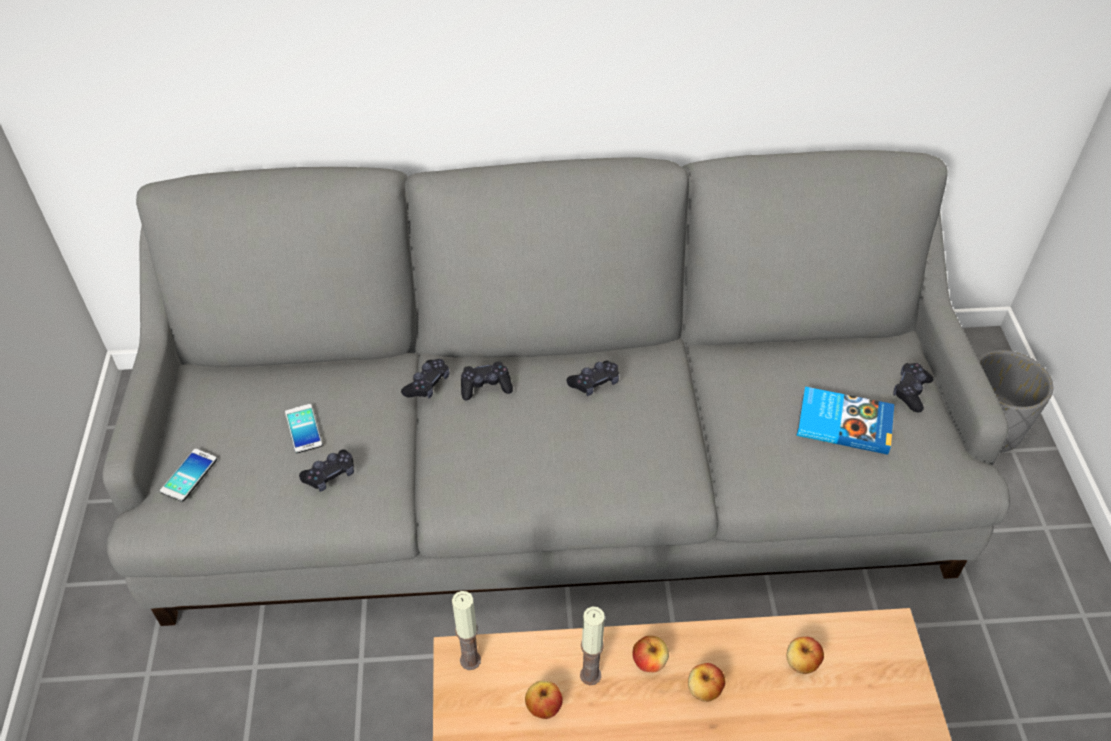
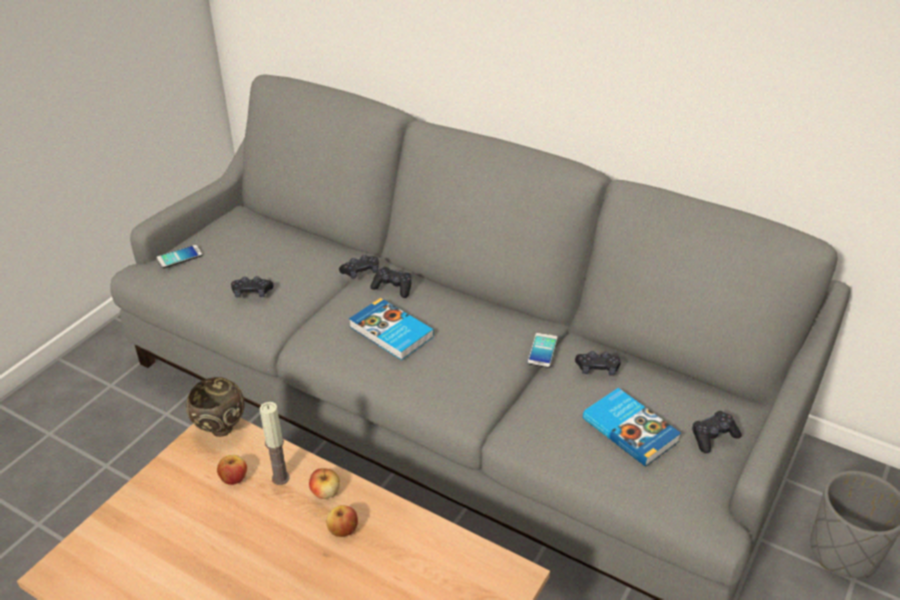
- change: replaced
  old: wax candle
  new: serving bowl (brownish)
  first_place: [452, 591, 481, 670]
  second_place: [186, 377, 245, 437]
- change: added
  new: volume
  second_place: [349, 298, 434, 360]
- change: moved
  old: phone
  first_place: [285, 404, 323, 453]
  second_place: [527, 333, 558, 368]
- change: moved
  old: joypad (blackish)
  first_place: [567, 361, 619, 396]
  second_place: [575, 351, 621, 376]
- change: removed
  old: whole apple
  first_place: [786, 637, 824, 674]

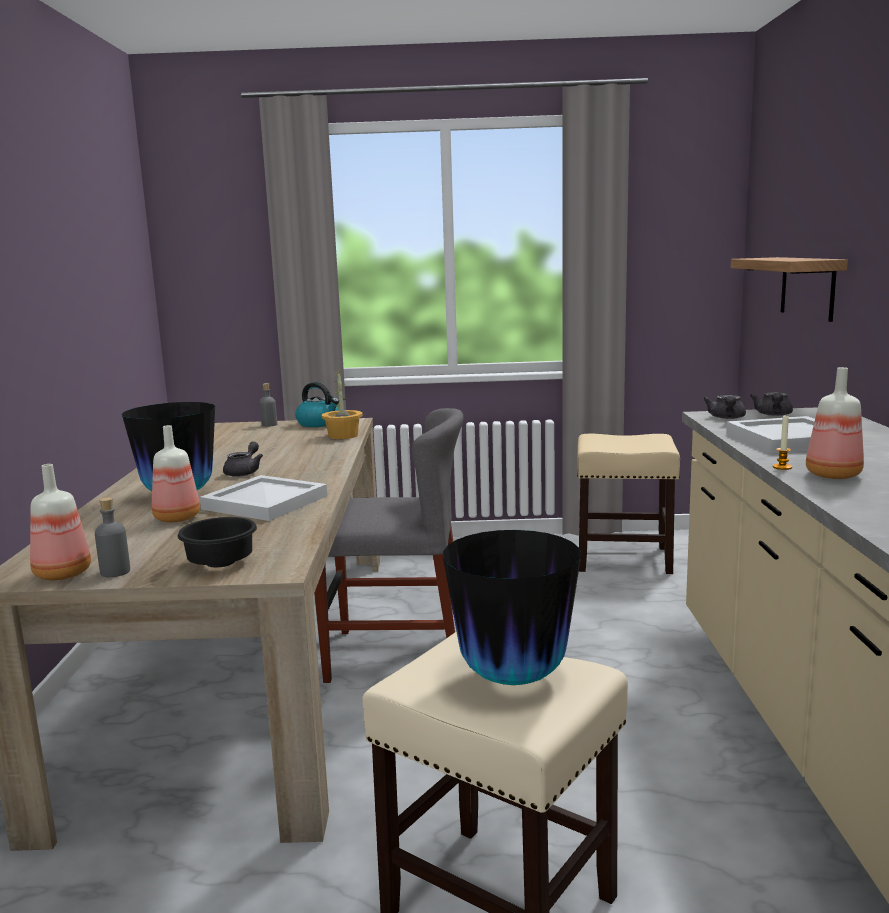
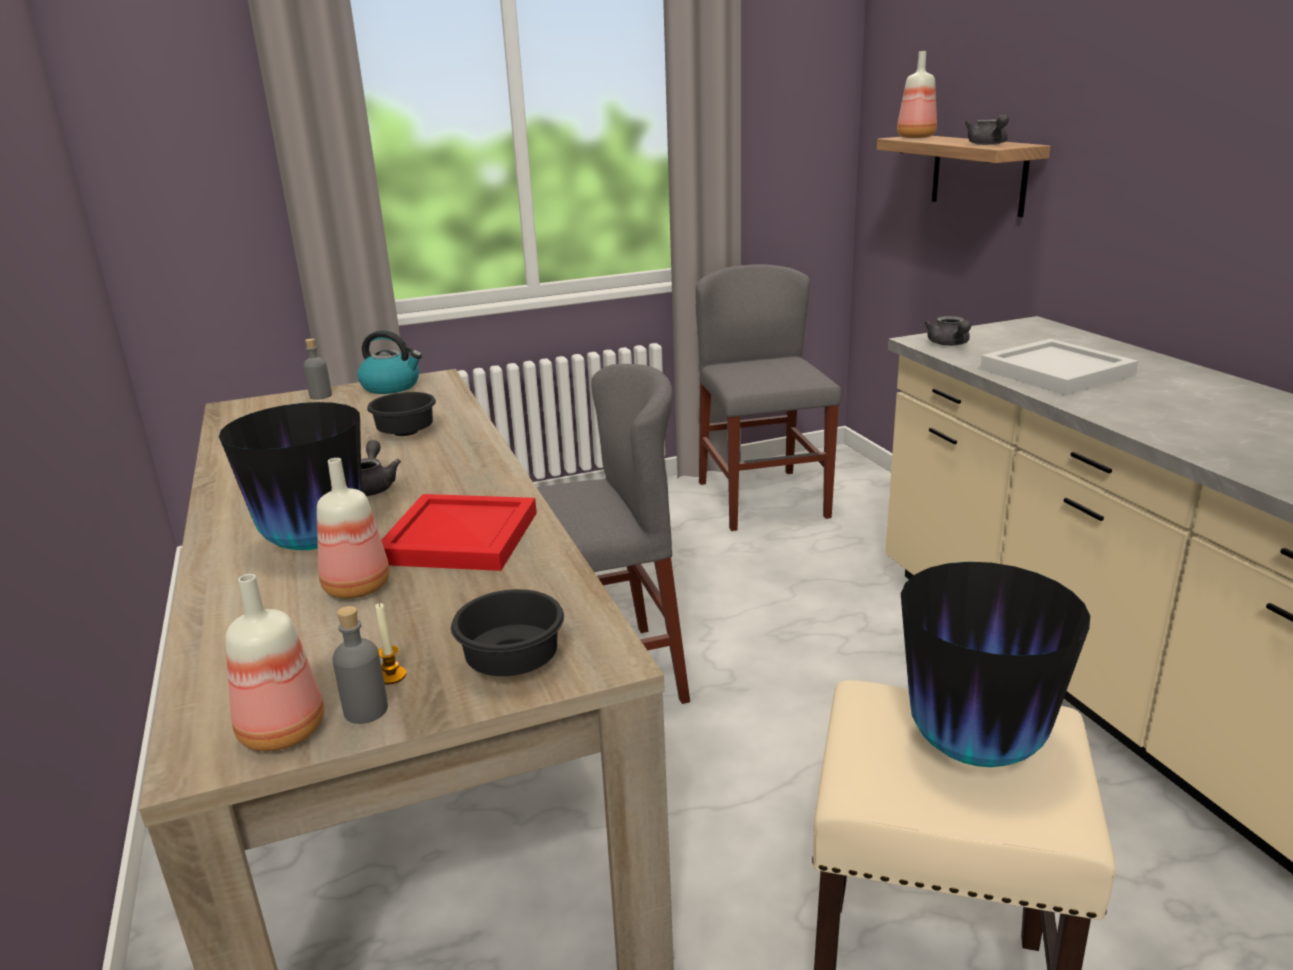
- change: added
  new: serving bowl (blackish)
  second_place: [367, 392, 436, 436]
- change: moved
  old: wax candle
  first_place: [773, 415, 792, 470]
  second_place: [375, 603, 406, 685]
- change: recoloured
  old: tray (white)
  new: tray (reddish)
  first_place: [200, 475, 328, 521]
  second_place: [381, 494, 537, 571]
- change: replaced
  old: stool (sand-coloured)
  new: plain chair (gray)
  first_place: [577, 434, 680, 574]
  second_place: [696, 264, 841, 531]
- change: moved
  old: drink bottle
  first_place: [806, 367, 864, 479]
  second_place: [897, 51, 937, 138]
- change: moved
  old: tea pot (gray)
  first_place: [750, 392, 793, 416]
  second_place: [965, 114, 1009, 145]
- change: removed
  old: potted plant
  first_place: [321, 369, 362, 439]

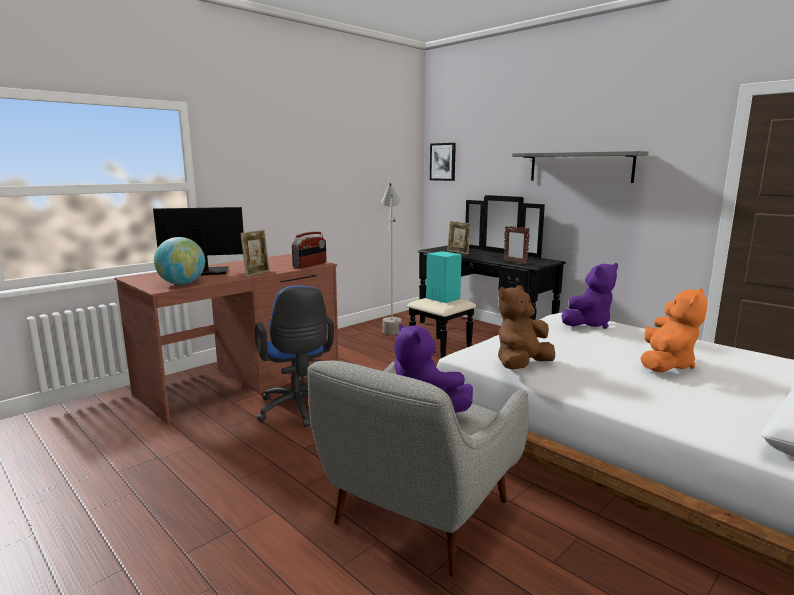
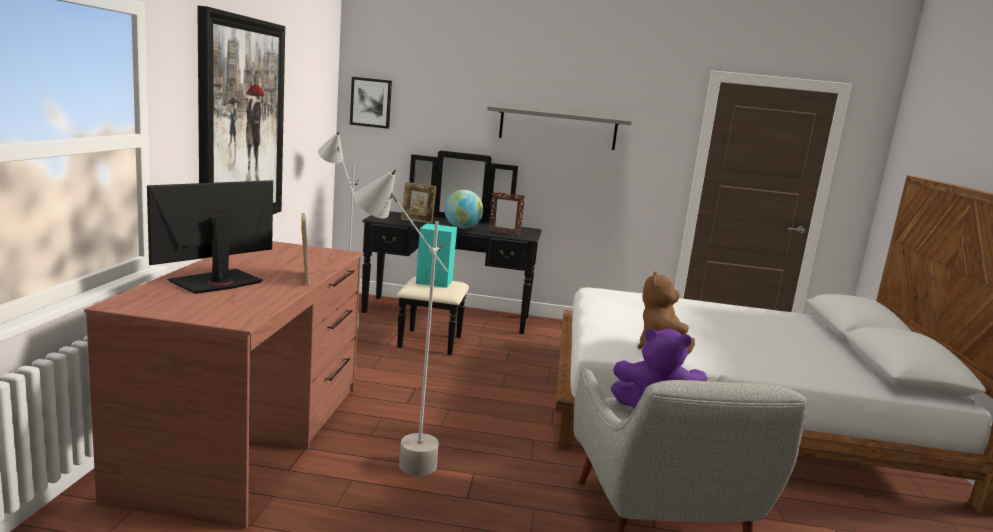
- change: added
  new: wall art
  second_place: [197, 6, 285, 214]
- change: replaced
  old: desk chair (blue-coloured)
  new: standard lamp (gray)
  first_place: [255, 285, 334, 427]
  second_place: [354, 169, 448, 476]
- change: moved
  old: world globe
  first_place: [154, 237, 205, 285]
  second_place: [444, 190, 483, 229]
- change: removed
  old: radio receiver
  first_place: [292, 232, 326, 269]
- change: removed
  old: plush toy (purple-coloured)
  first_place: [562, 263, 618, 329]
- change: removed
  old: plush toy (orange)
  first_place: [641, 288, 707, 373]

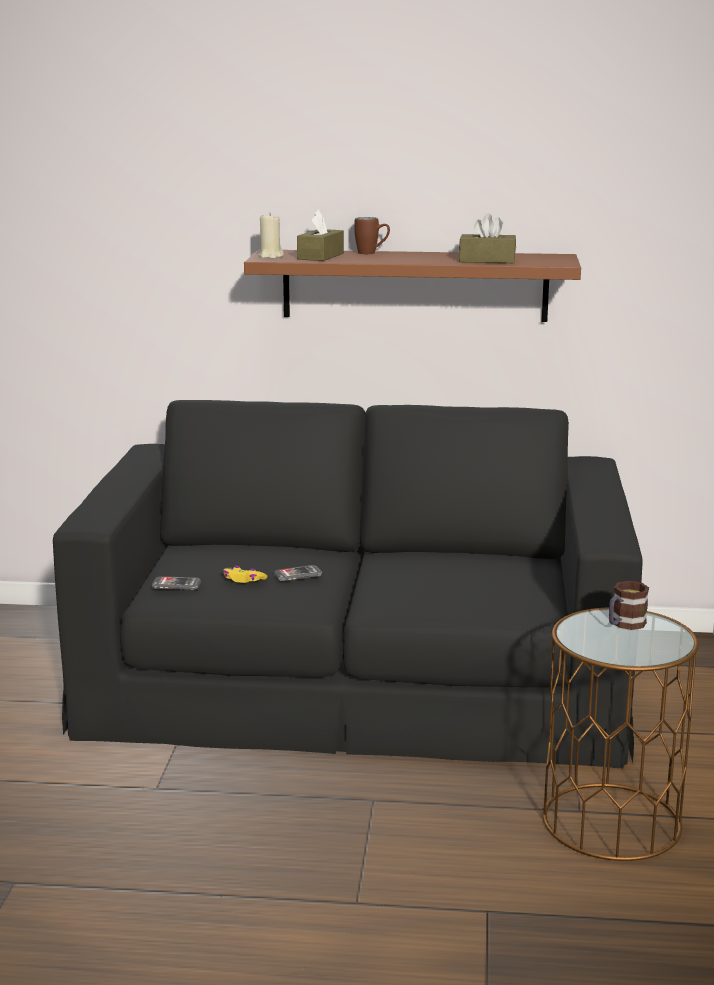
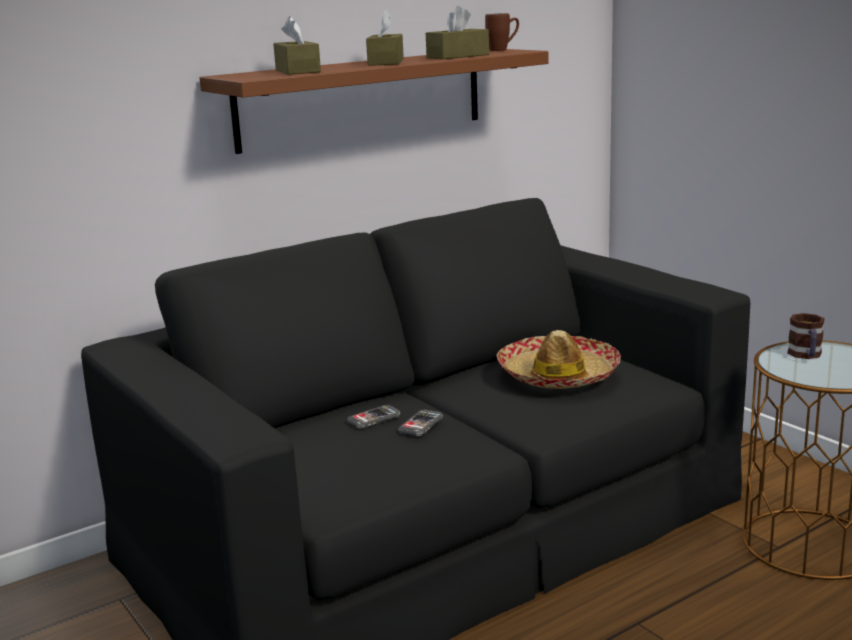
- change: moved
  old: phone
  first_place: [152, 576, 201, 590]
  second_place: [347, 405, 400, 429]
- change: added
  new: box of tissues (brownish)
  second_place: [366, 10, 404, 66]
- change: moved
  old: tea mug (brownish)
  first_place: [355, 217, 390, 254]
  second_place: [485, 13, 519, 51]
- change: added
  new: clothing hat
  second_place: [496, 330, 621, 389]
- change: removed
  old: joypad (yellow-coloured)
  first_place: [223, 566, 267, 583]
- change: removed
  old: wax candle (sand-coloured)
  first_place: [258, 213, 284, 259]

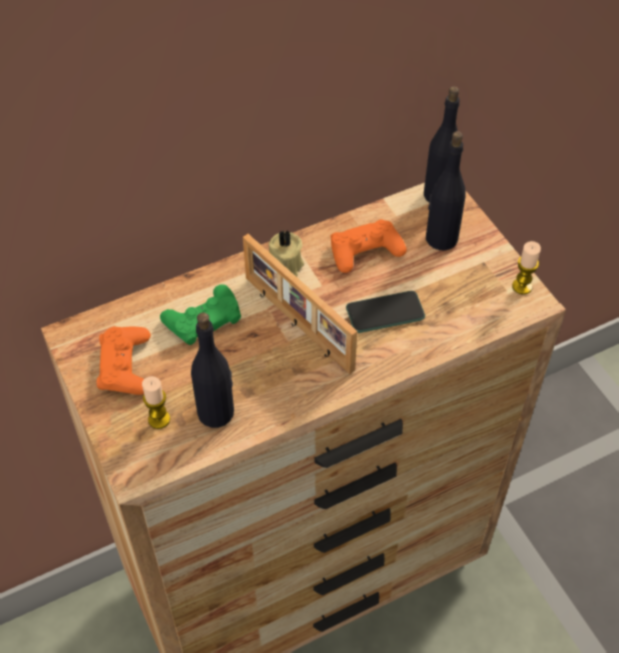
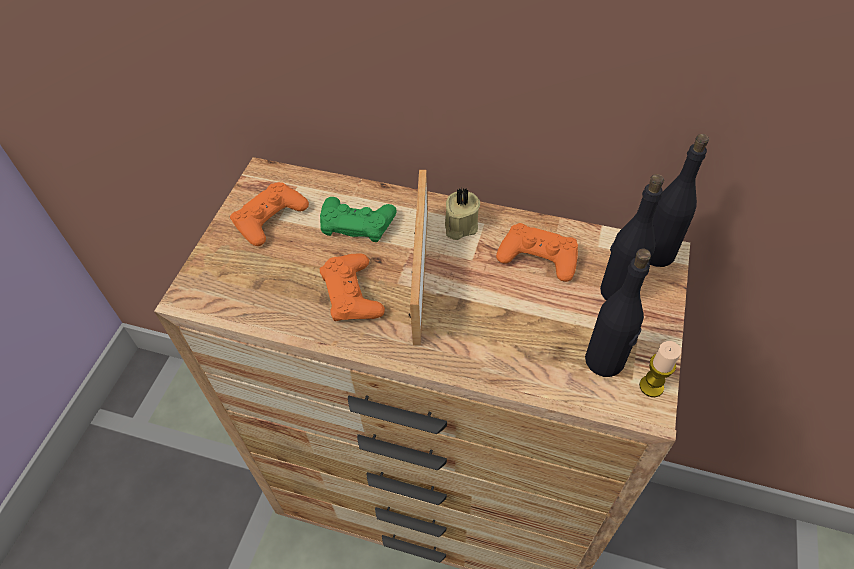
- change: added
  new: joypad (orange)
  second_place: [320, 253, 385, 321]
- change: moved
  old: drink bottle (blackish)
  first_place: [191, 312, 234, 428]
  second_place: [585, 249, 651, 377]
- change: removed
  old: wax candle
  first_place: [142, 376, 170, 429]
- change: removed
  old: phone
  first_place: [346, 291, 425, 333]

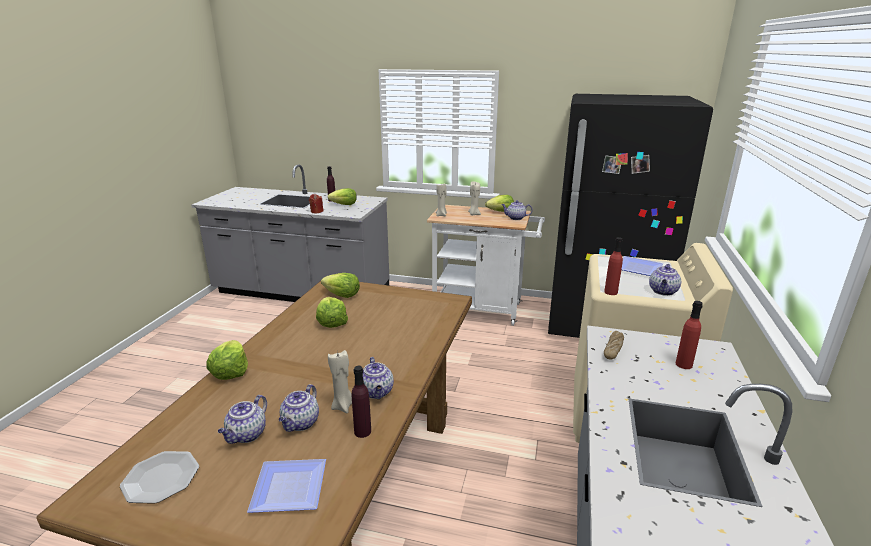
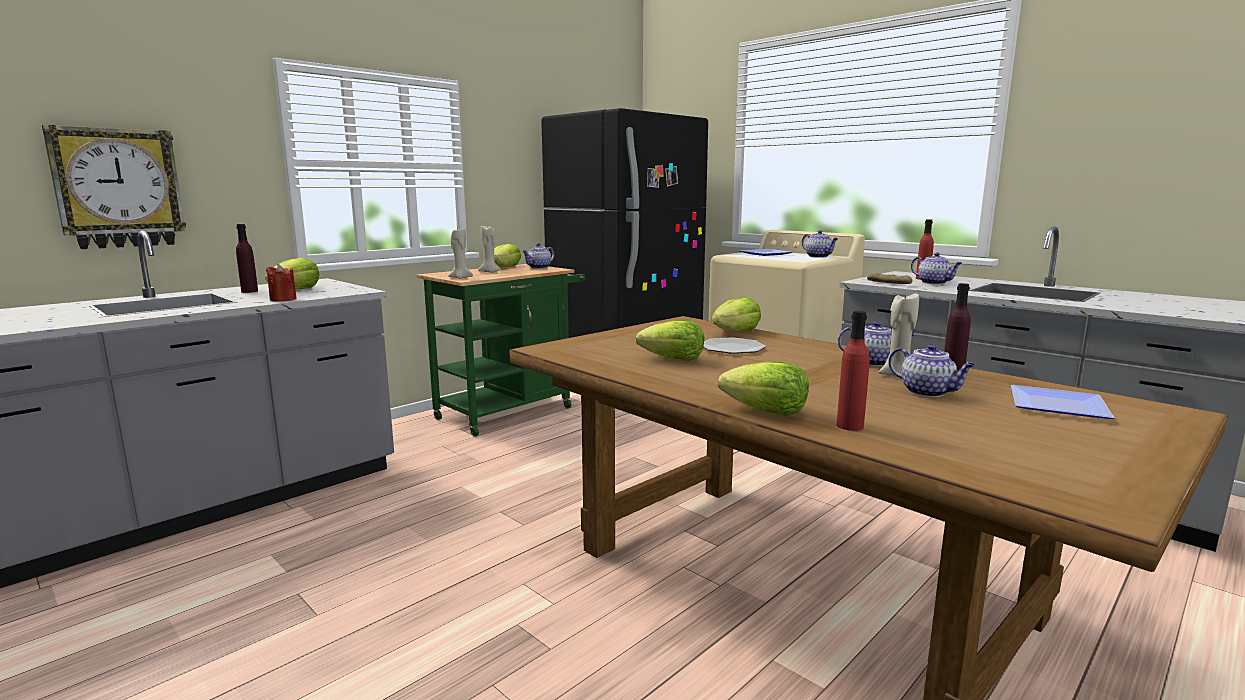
- change: added
  new: wall clock
  second_place: [42, 125, 186, 249]
- change: recoloured
  old: trolley (white)
  new: trolley (greenish)
  first_place: [427, 205, 545, 326]
  second_place: [417, 264, 585, 437]
- change: moved
  old: dinner plate
  first_place: [120, 451, 199, 504]
  second_place: [703, 338, 766, 354]
- change: moved
  old: lettuce
  first_place: [321, 273, 360, 298]
  second_place: [712, 297, 761, 331]
- change: moved
  old: drink bottle (reddish)
  first_place: [604, 237, 623, 295]
  second_place: [836, 311, 870, 431]
- change: moved
  old: tea pot
  first_place: [218, 395, 267, 444]
  second_place: [911, 252, 962, 284]

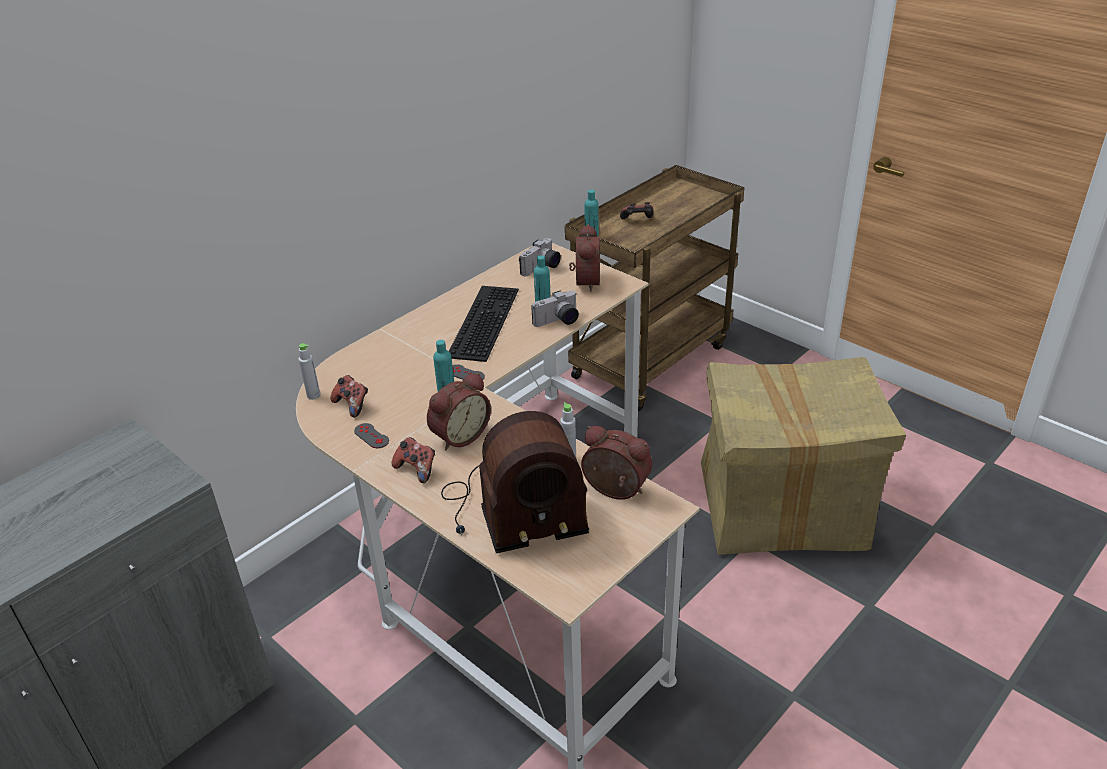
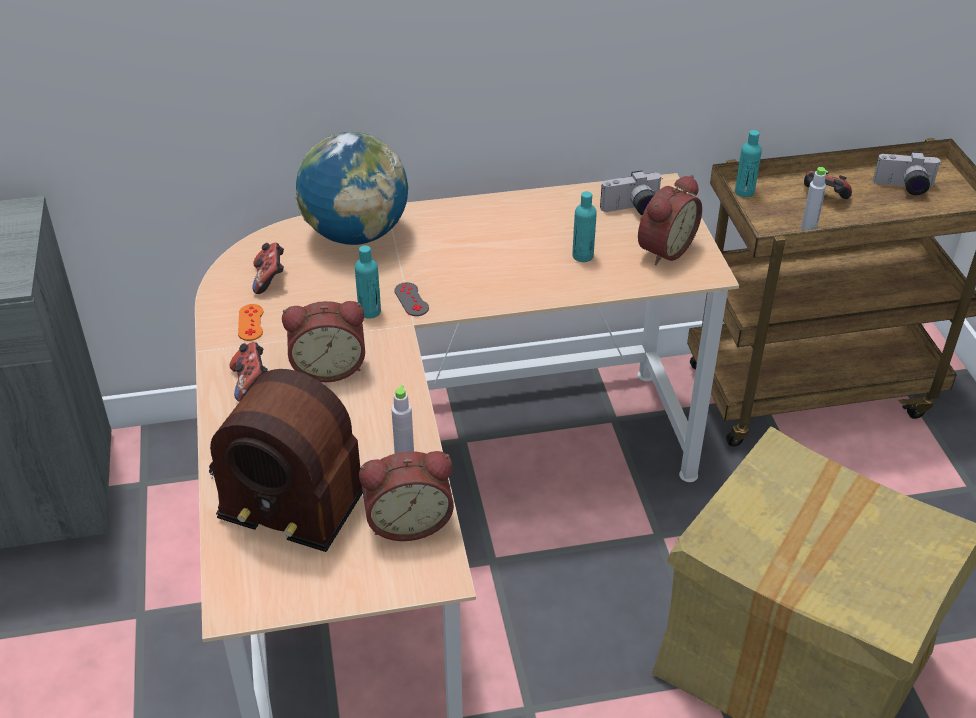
- change: recoloured
  old: joypad (gray)
  new: joypad (orange)
  first_place: [354, 423, 389, 448]
  second_place: [238, 304, 263, 341]
- change: added
  new: world globe
  second_place: [296, 132, 408, 245]
- change: turned
  old: table clock
  first_place: [581, 426, 652, 500]
  second_place: [359, 451, 454, 541]
  degrees: 105
- change: moved
  old: drink bottle (gray)
  first_place: [299, 343, 321, 400]
  second_place: [801, 167, 828, 231]
- change: moved
  old: still camera
  first_place: [531, 291, 579, 327]
  second_place: [873, 152, 941, 195]
- change: removed
  old: PC keyboard
  first_place: [449, 286, 519, 362]

